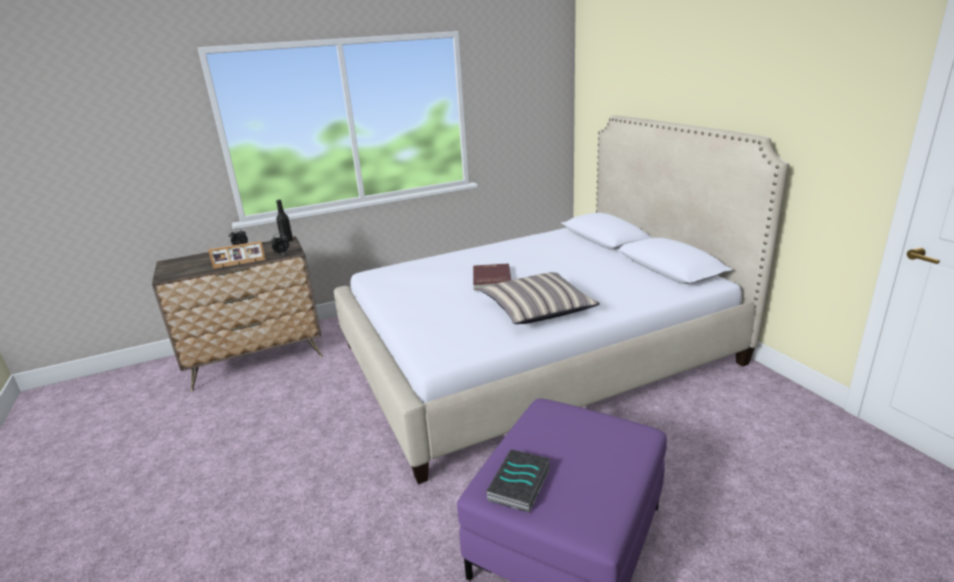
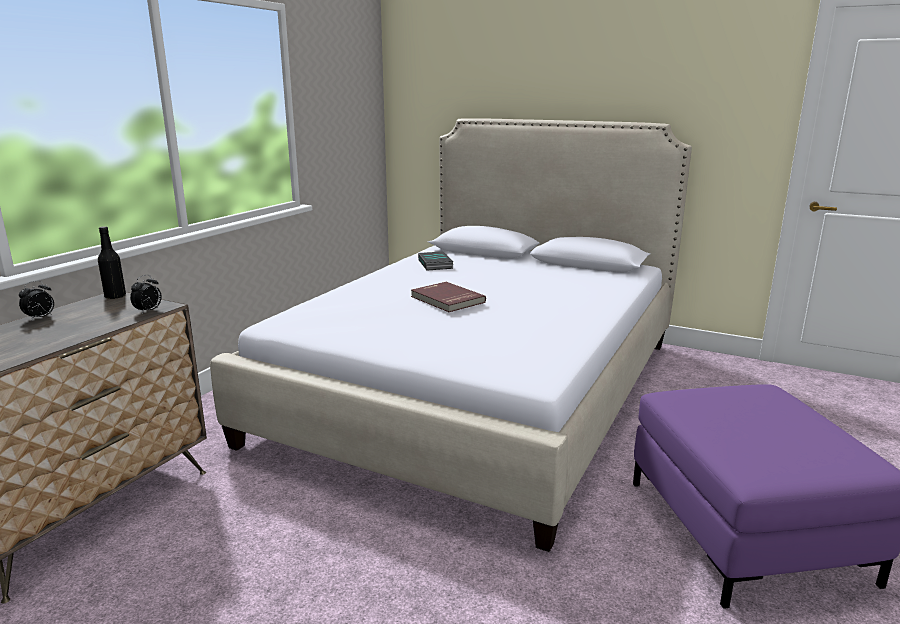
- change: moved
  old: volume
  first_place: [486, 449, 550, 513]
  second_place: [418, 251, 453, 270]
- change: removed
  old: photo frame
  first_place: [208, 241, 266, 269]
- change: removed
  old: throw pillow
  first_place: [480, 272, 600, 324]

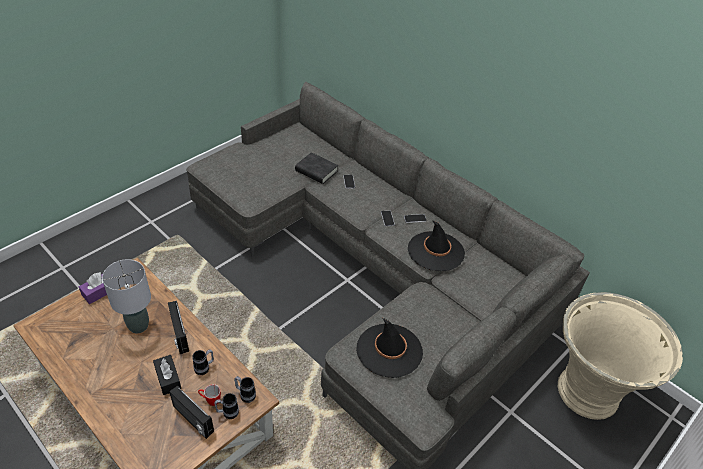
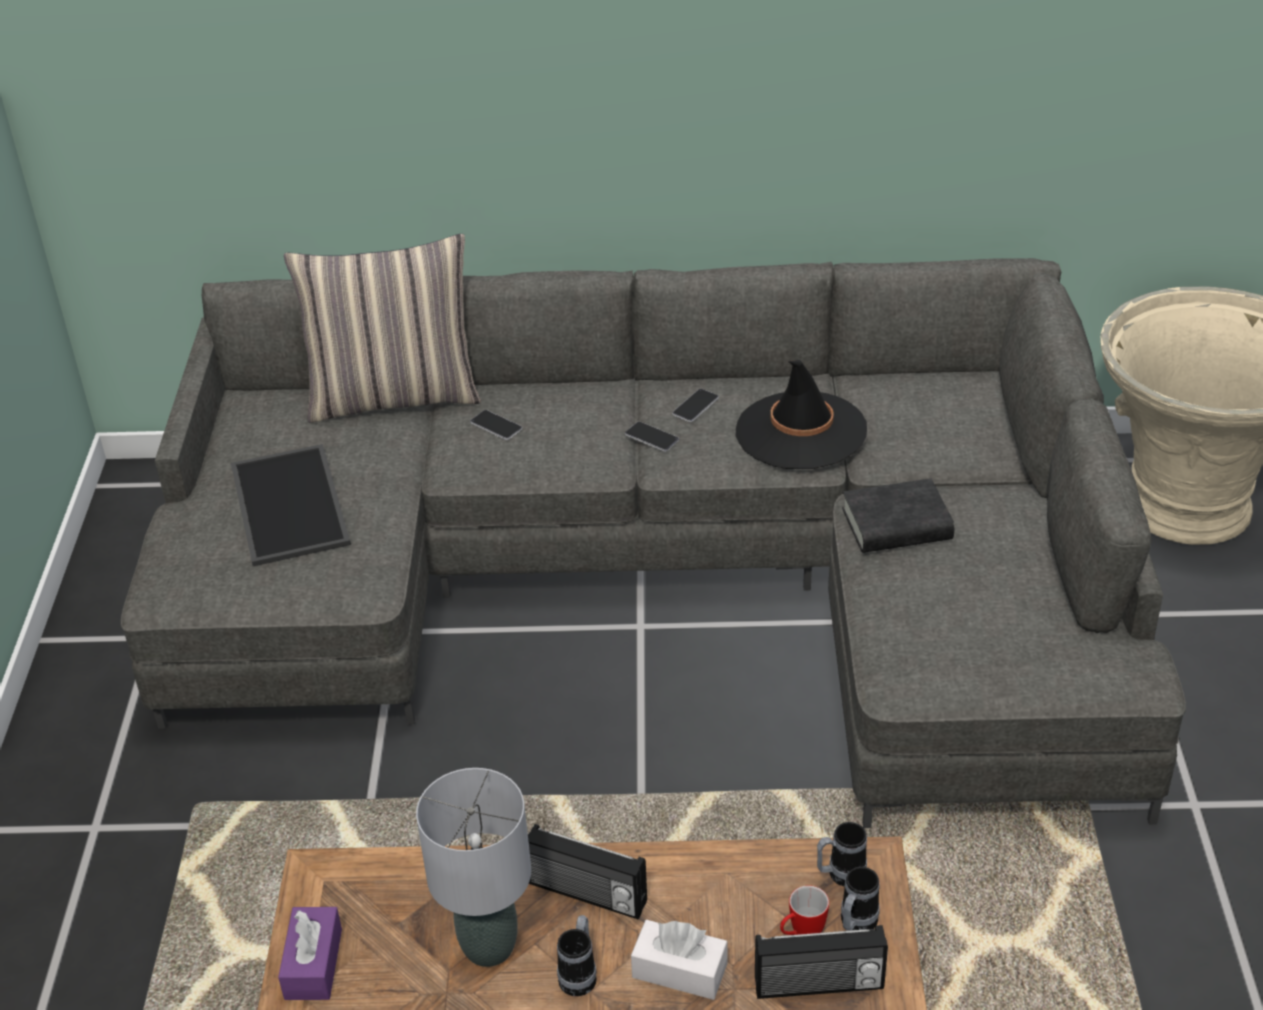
- change: added
  new: tray
  second_place: [231, 444, 351, 566]
- change: added
  new: throw pillow
  second_place: [284, 234, 481, 423]
- change: moved
  old: tea mug
  first_place: [192, 349, 214, 375]
  second_place: [557, 915, 596, 996]
- change: recoloured
  old: box of tissues (blackish)
  new: box of tissues (white)
  first_place: [153, 355, 181, 395]
  second_place: [631, 920, 728, 1000]
- change: moved
  old: volume (blackish)
  first_place: [295, 152, 338, 184]
  second_place: [842, 478, 955, 553]
- change: removed
  old: clothing hat (blackish)
  first_place: [356, 318, 423, 378]

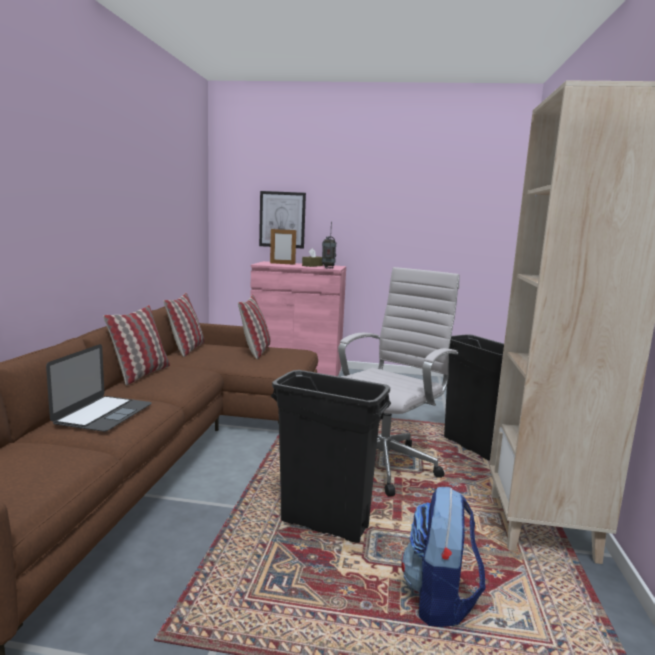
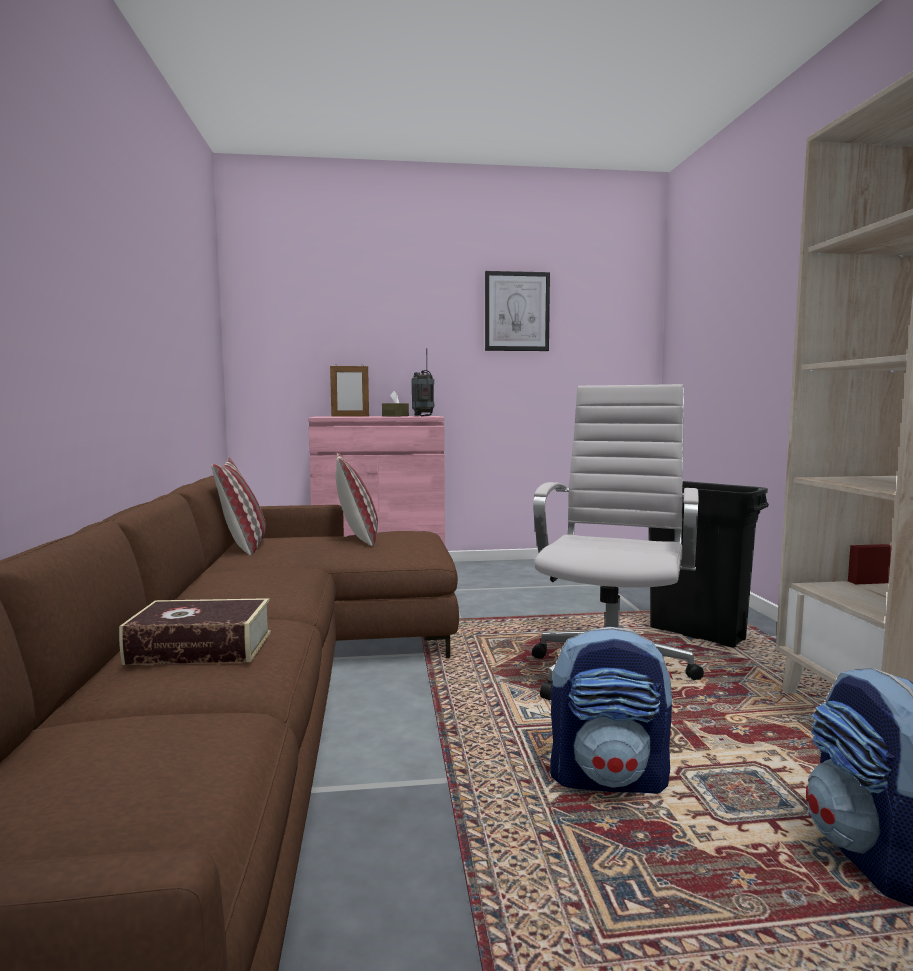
- change: replaced
  old: laptop
  new: volume
  first_place: [46, 344, 152, 432]
  second_place: [119, 598, 271, 665]
- change: moved
  old: wall art
  first_place: [259, 191, 306, 249]
  second_place: [485, 271, 550, 351]
- change: replaced
  old: waste bin (blackish)
  new: backpack
  first_place: [271, 370, 391, 543]
  second_place: [550, 626, 673, 793]
- change: removed
  old: throw pillow
  first_place: [103, 305, 170, 385]

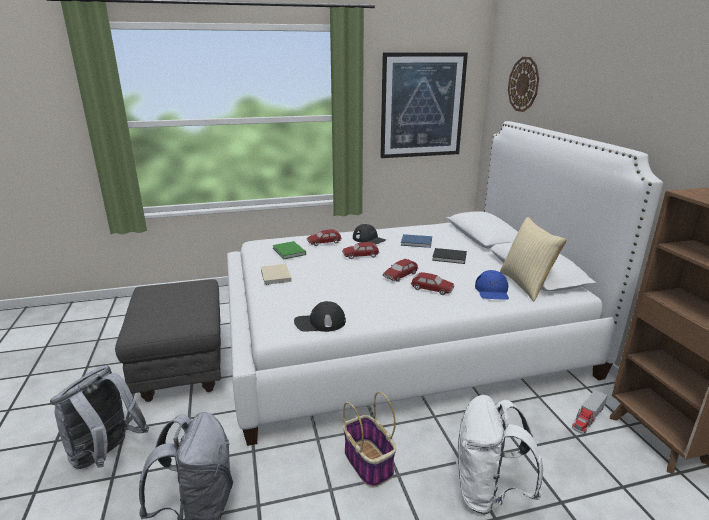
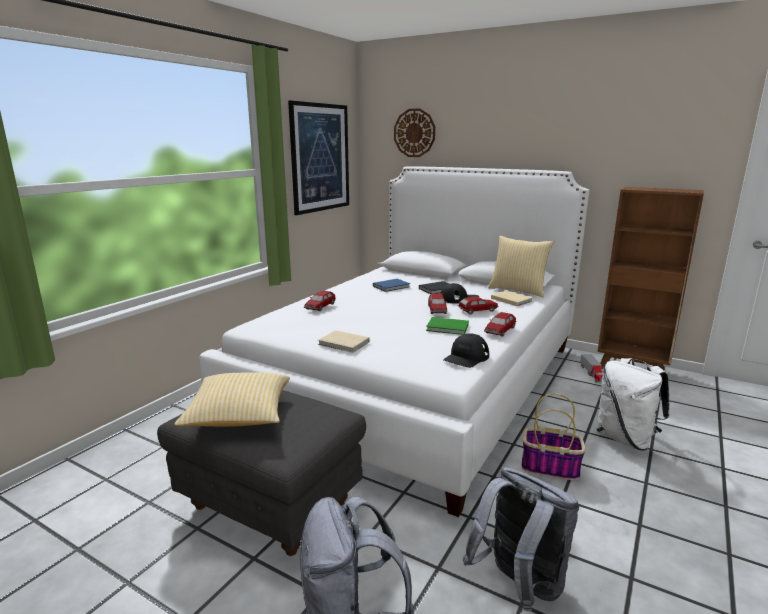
- change: added
  new: throw pillow
  second_place: [174, 372, 290, 427]
- change: moved
  old: volume (greenish)
  first_place: [272, 241, 306, 259]
  second_place: [426, 317, 469, 335]
- change: moved
  old: cap (blackish)
  first_place: [353, 224, 386, 244]
  second_place: [440, 283, 479, 303]
- change: moved
  old: miniature car
  first_place: [342, 242, 379, 259]
  second_place: [484, 312, 516, 337]
- change: replaced
  old: cap (blue-coloured)
  new: volume (sand-coloured)
  first_place: [475, 270, 509, 300]
  second_place: [491, 290, 533, 306]

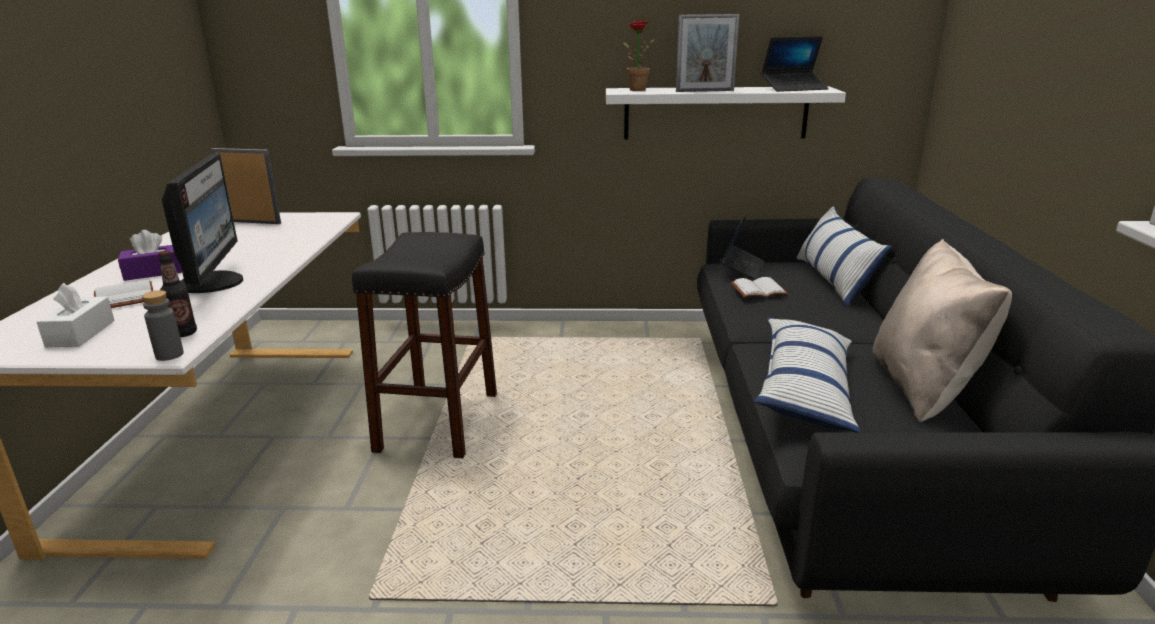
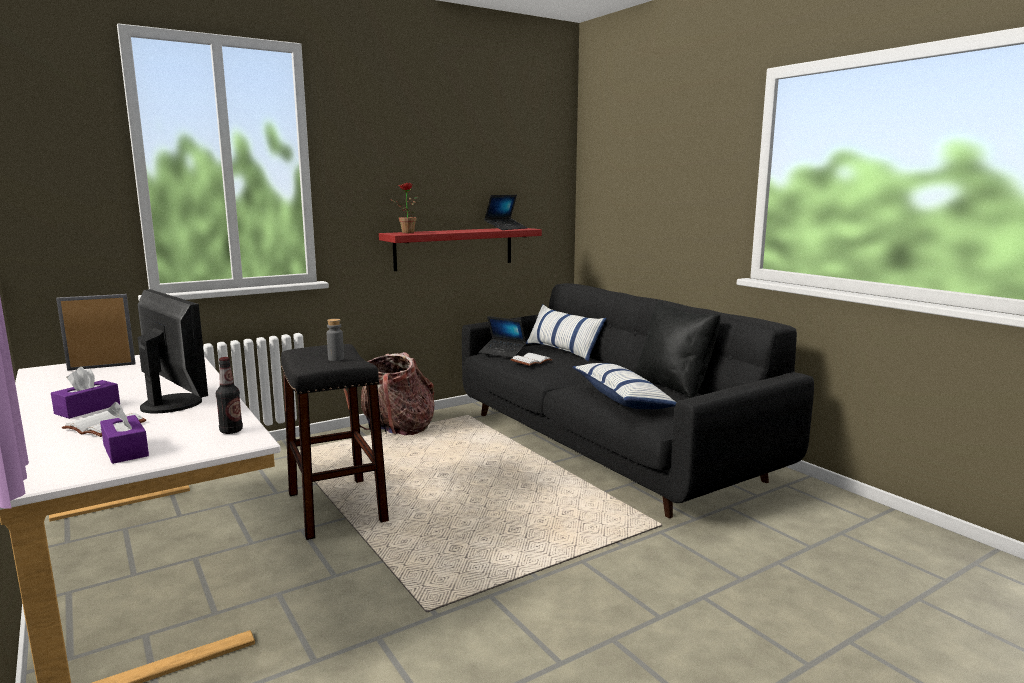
- change: recoloured
  old: box of tissues (white)
  new: box of tissues (purple-coloured)
  first_place: [37, 283, 115, 347]
  second_place: [100, 402, 149, 464]
- change: moved
  old: drink bottle (gray)
  first_place: [142, 290, 184, 361]
  second_place: [327, 319, 344, 361]
- change: added
  new: backpack
  second_place: [344, 352, 434, 435]
- change: recoloured
  old: wall shelf (white)
  new: wall shelf (reddish)
  first_place: [606, 86, 846, 140]
  second_place: [379, 228, 542, 271]
- change: turned
  old: laptop
  first_place: [719, 214, 765, 280]
  second_place: [479, 316, 526, 358]
  degrees: 135
- change: recoloured
  old: throw pillow (sand-coloured)
  new: throw pillow (blackish)
  first_place: [873, 239, 1012, 423]
  second_place: [635, 301, 721, 398]
- change: removed
  old: photo frame
  first_place: [676, 14, 739, 92]

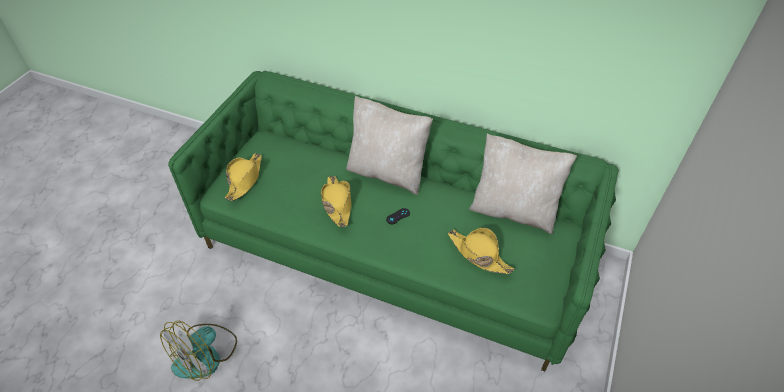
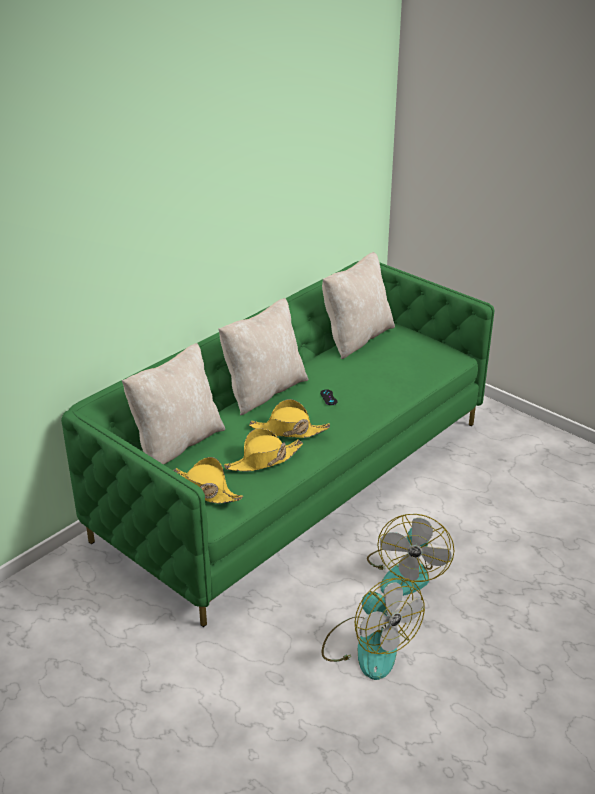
- change: added
  new: throw pillow (sand-coloured)
  second_place: [122, 343, 225, 465]
- change: moved
  old: clothing hat (yellow-coloured)
  first_place: [448, 228, 514, 274]
  second_place: [224, 428, 303, 472]
- change: added
  new: electric fan
  second_place: [367, 514, 454, 596]

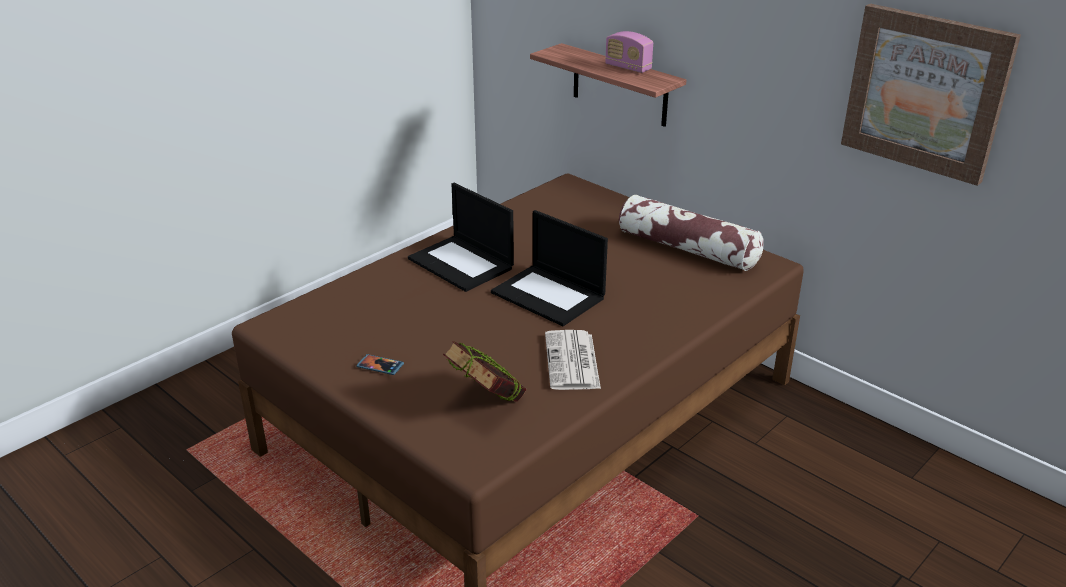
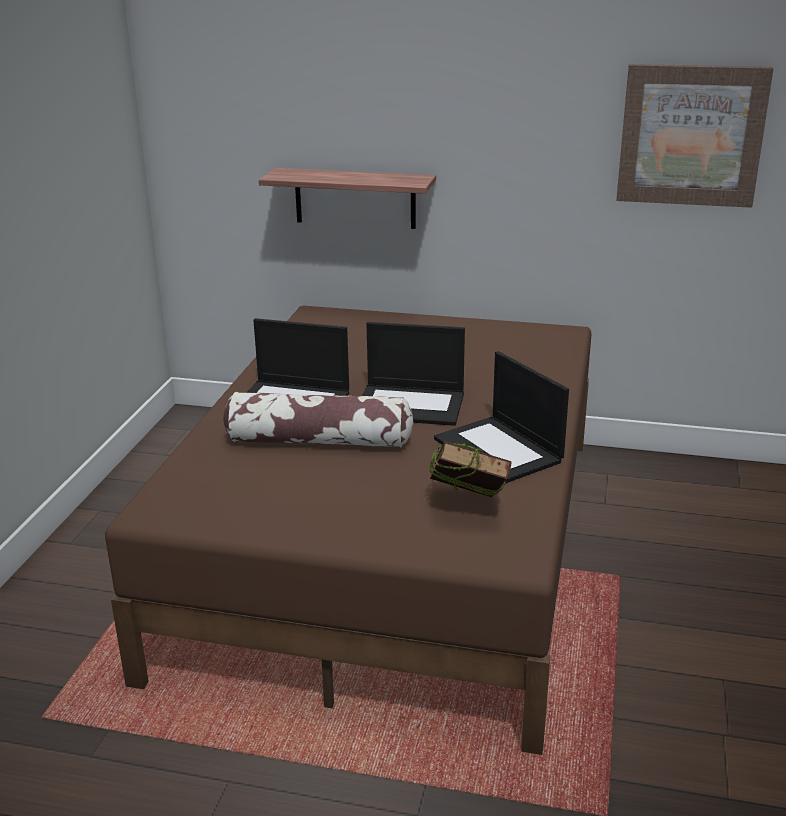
- change: moved
  old: throw pillow
  first_place: [619, 195, 764, 271]
  second_place: [224, 392, 413, 447]
- change: replaced
  old: newspaper
  new: laptop
  first_place: [545, 330, 601, 390]
  second_place: [434, 351, 569, 483]
- change: removed
  old: phone
  first_place: [356, 354, 404, 375]
- change: removed
  old: radio receiver
  first_place: [605, 31, 653, 73]

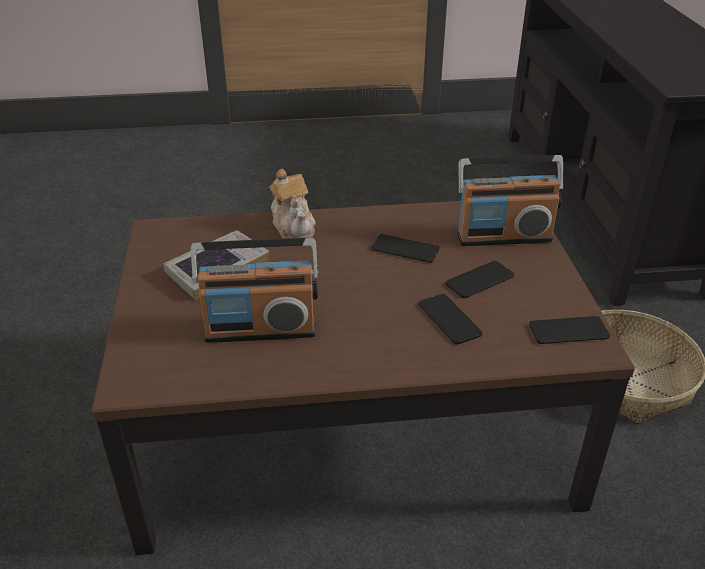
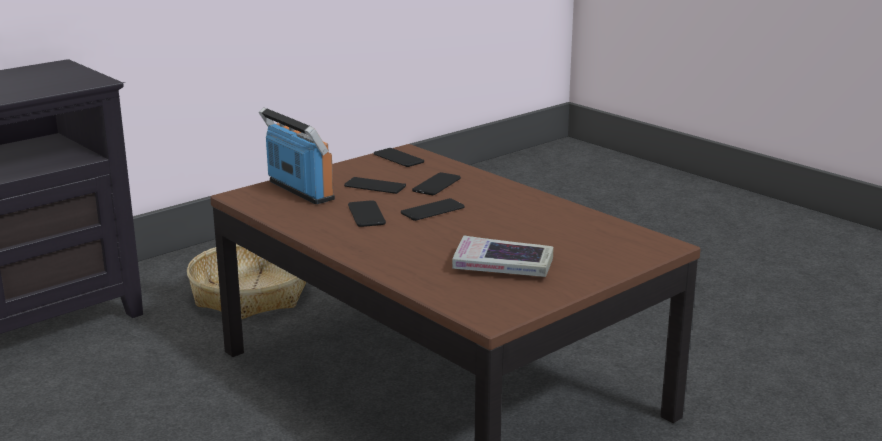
- change: added
  new: phone
  second_place: [401, 198, 465, 221]
- change: removed
  old: radio receiver
  first_place: [191, 238, 319, 343]
- change: removed
  old: tea pot
  first_place: [269, 169, 316, 239]

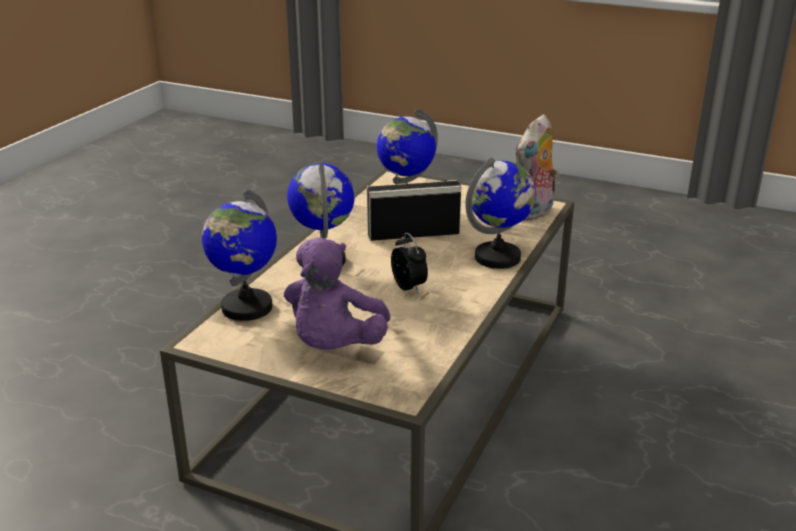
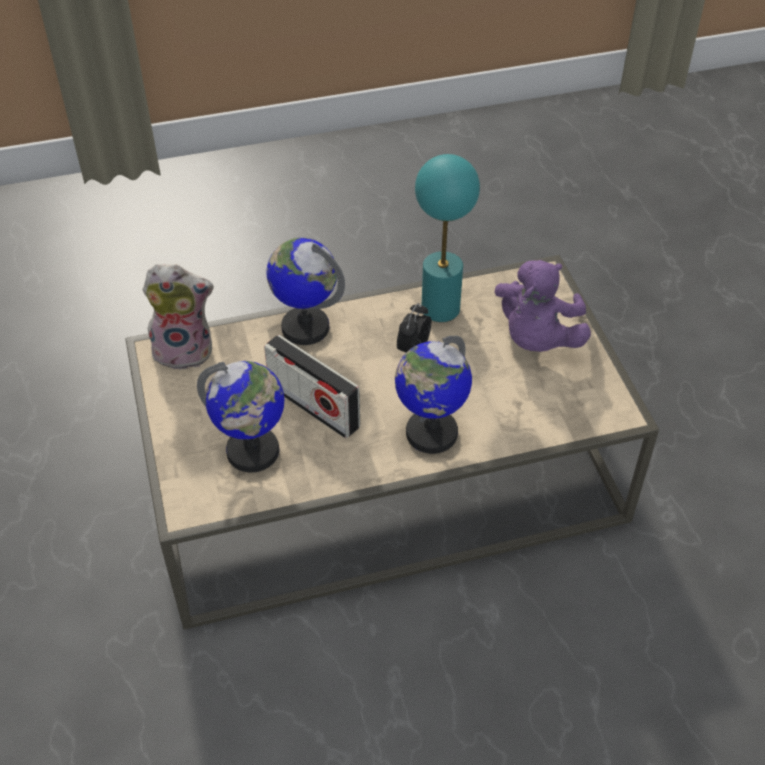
- change: added
  new: lamp for a table (turquoise)
  second_place: [415, 154, 480, 322]
- change: turned
  old: plush toy (purple-coloured)
  first_place: [284, 237, 390, 350]
  second_place: [494, 260, 591, 352]
  degrees: 135
- change: removed
  old: world globe
  first_place: [202, 190, 277, 321]

